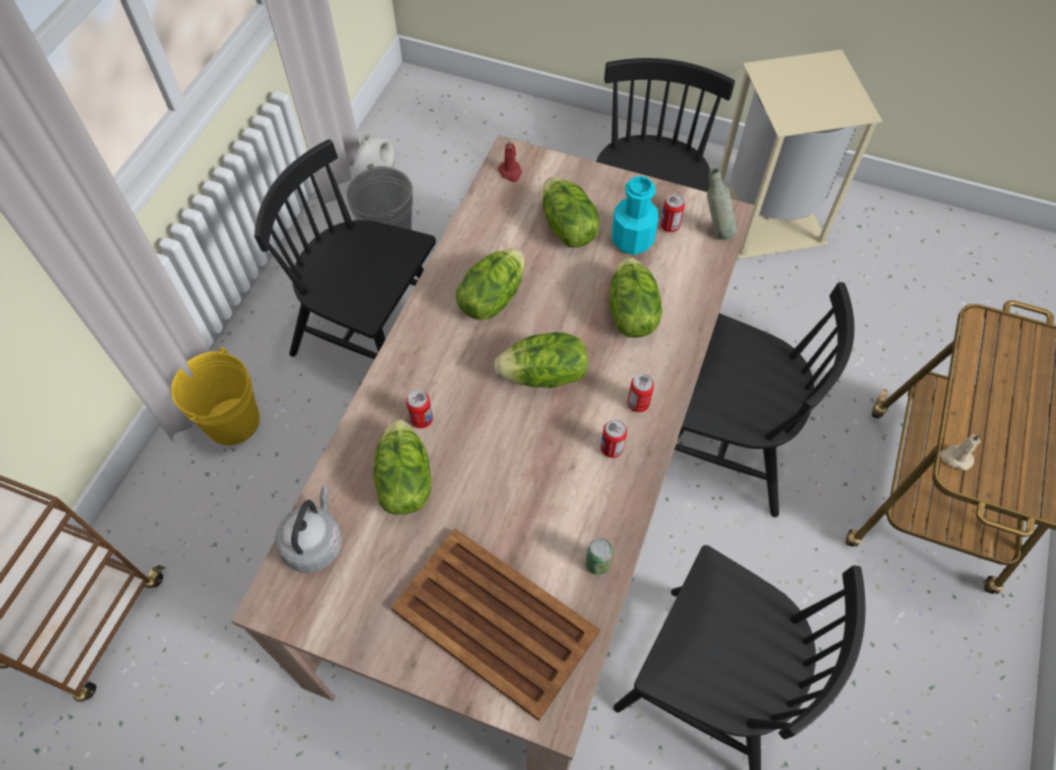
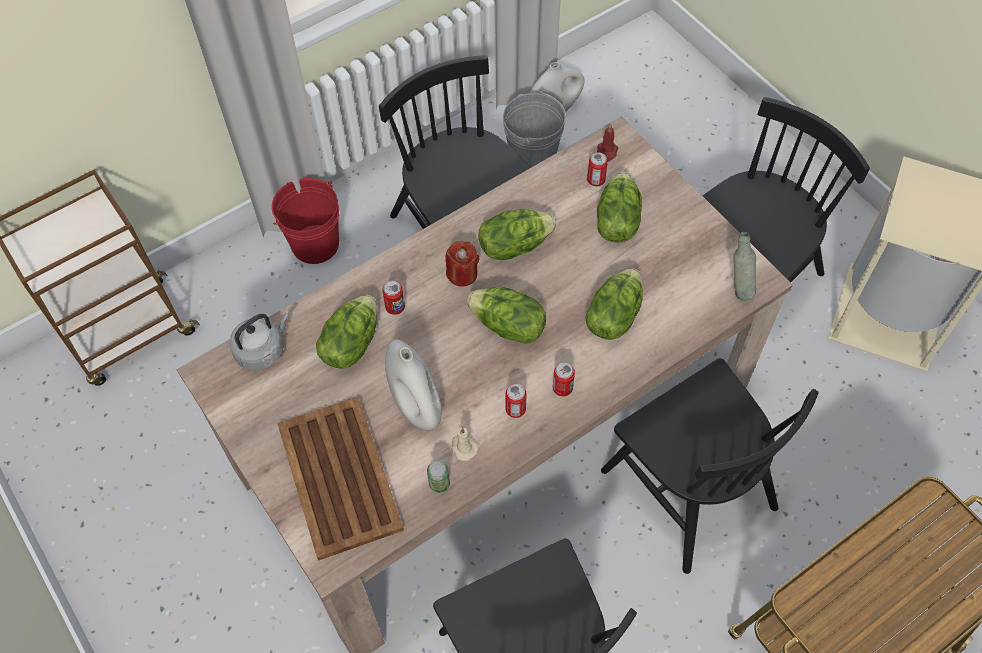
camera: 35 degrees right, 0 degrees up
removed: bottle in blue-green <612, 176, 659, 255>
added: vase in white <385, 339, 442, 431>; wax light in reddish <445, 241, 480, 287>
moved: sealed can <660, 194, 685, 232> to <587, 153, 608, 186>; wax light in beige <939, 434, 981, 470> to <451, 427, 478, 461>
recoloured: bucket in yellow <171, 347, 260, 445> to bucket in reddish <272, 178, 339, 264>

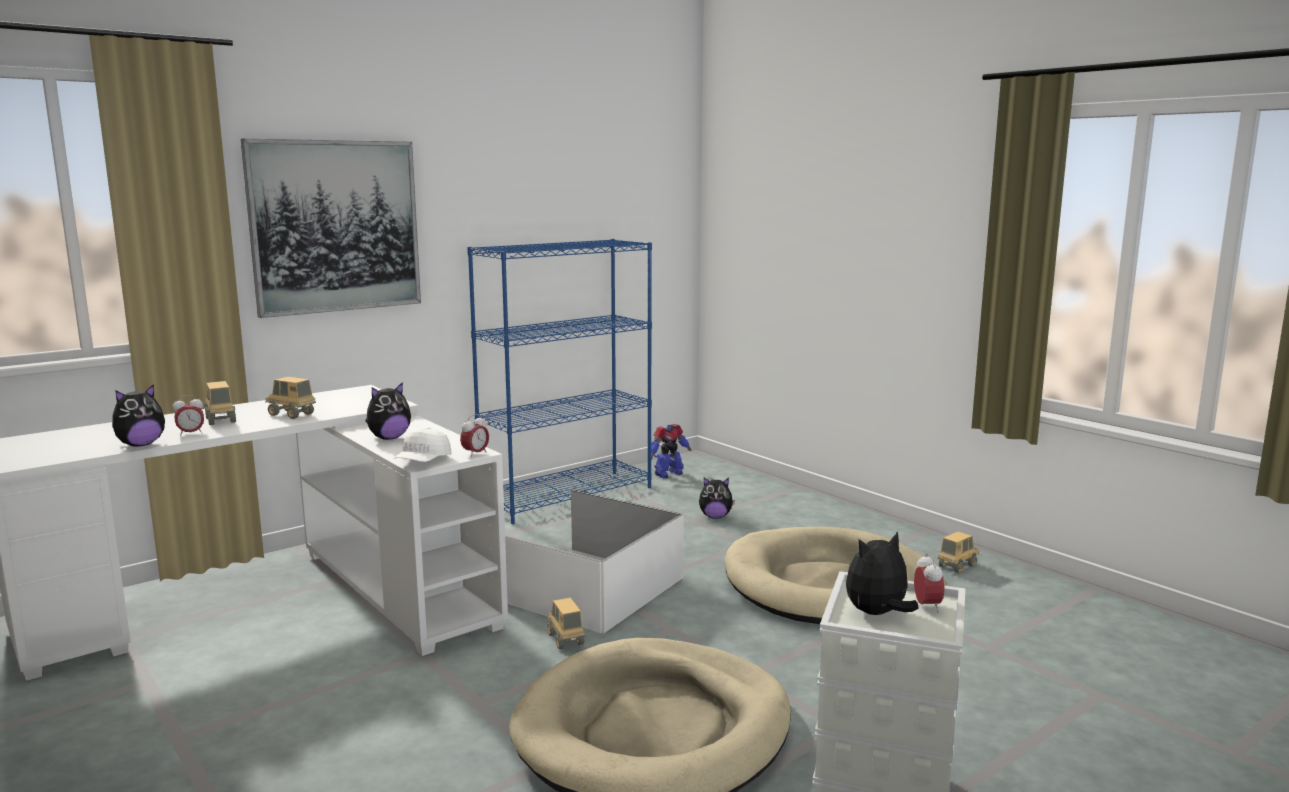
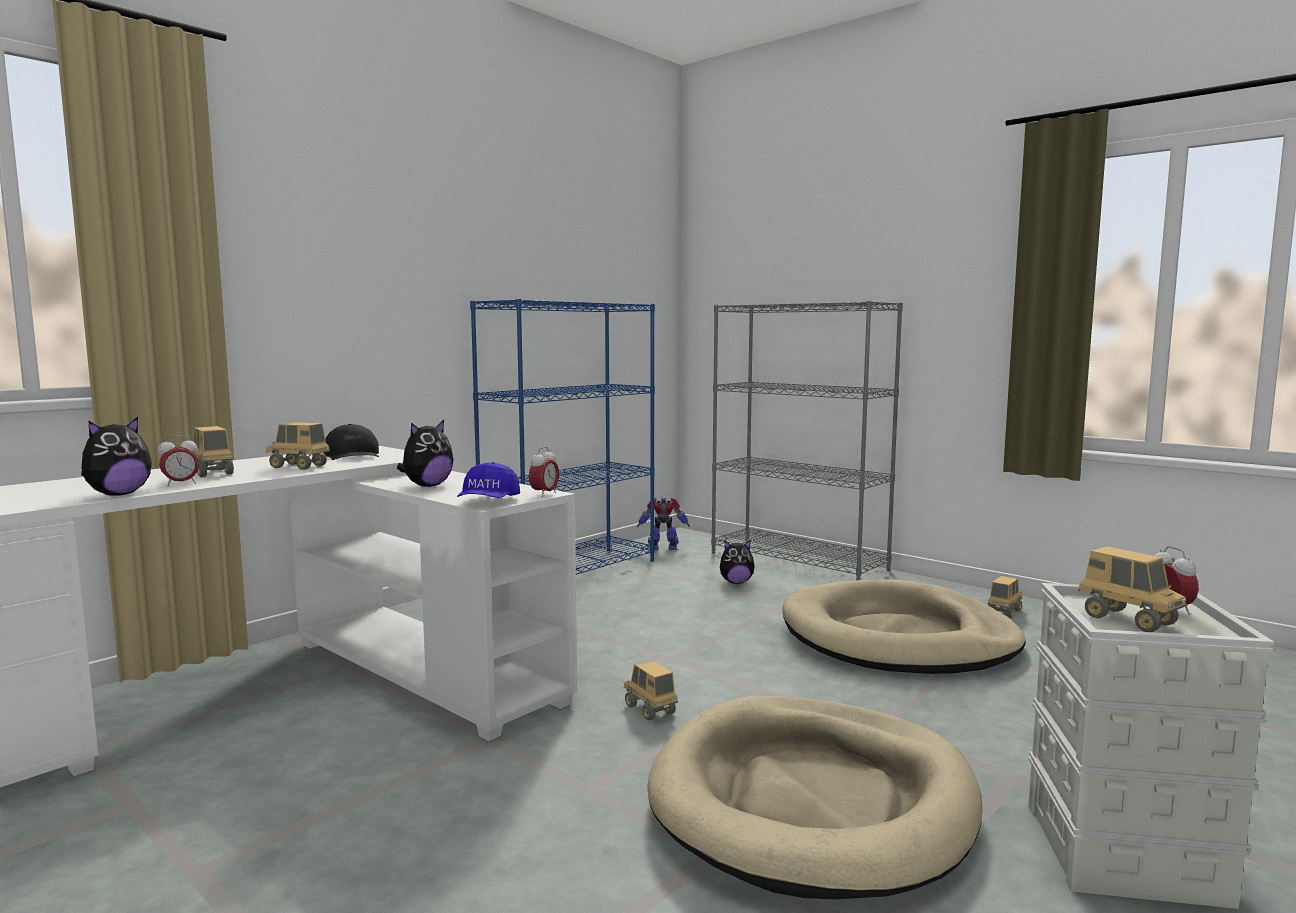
camera: 10 degrees left, 5 degrees down
removed: wall picture <241, 139, 421, 318>; storage box in white <505, 490, 684, 633>
added: cap in blackish <324, 424, 379, 460>; shelving unit in grey <711, 301, 903, 580>
replaced: cuddly toy <846, 531, 919, 615> to model truck <1078, 546, 1186, 632>
recoloured: cap in white <394, 428, 452, 462> to cap in blue-coloured <457, 462, 520, 498>
turned: robot figure <651, 424, 691, 478> = <637, 497, 690, 550> 135 degrees counterclockwise

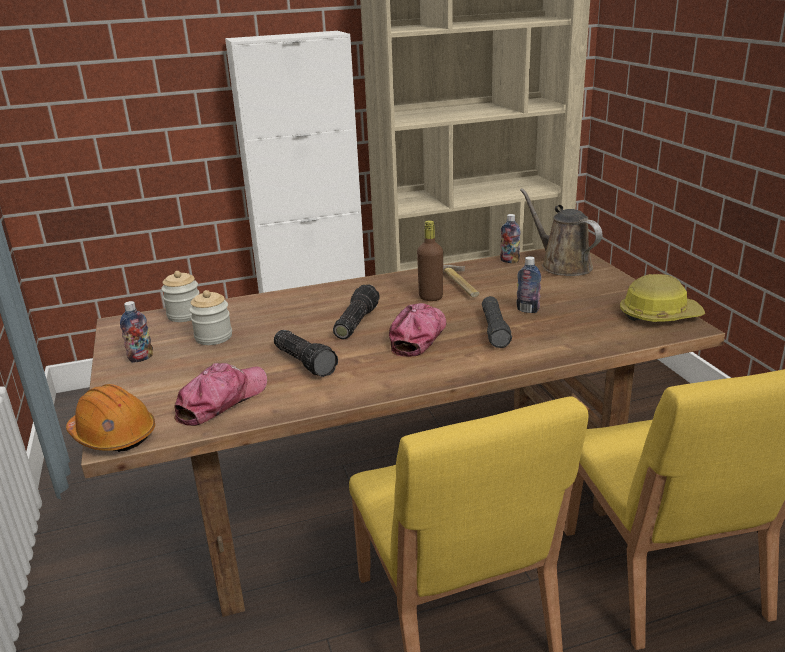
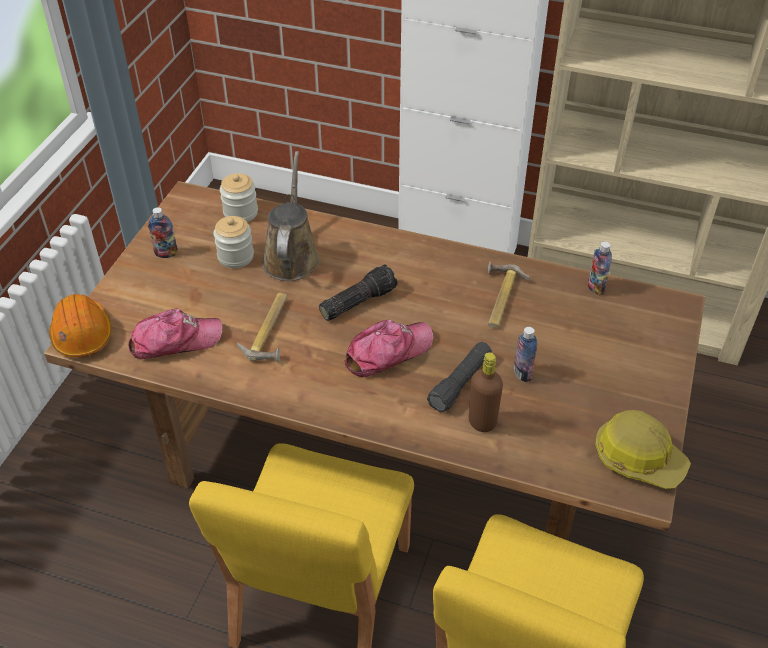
camera: 35 degrees right, 20 degrees up
moved: bottle in brown-coloured <417, 220, 443, 301> to <469, 352, 503, 432>; watering can in brown-coloured <520, 188, 602, 276> to <262, 151, 320, 281>
replaced: torch <274, 330, 338, 377> to hand hammer <237, 293, 287, 362>

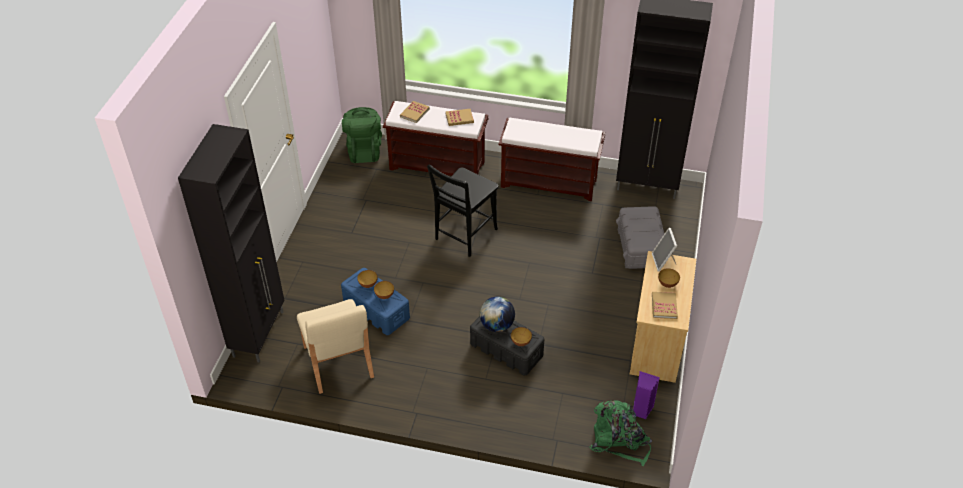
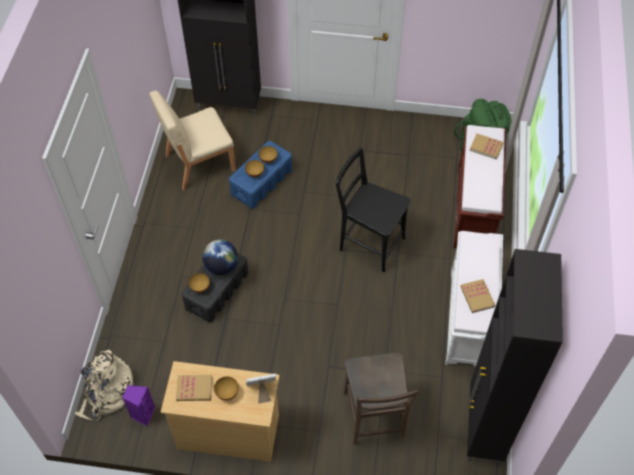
camera: 85 degrees right, 10 degrees up
moved: bound book <445, 109, 474, 126> to <460, 279, 495, 313>
replaced: storage box in grey <616, 206, 665, 269> to plain chair in brown-coloured <343, 352, 419, 445>
recoloured: long seat in brown-coloured <499, 118, 605, 201> to long seat in white <445, 231, 503, 367>; backpack in greenish <589, 400, 652, 467> to backpack in beige <75, 349, 133, 421>

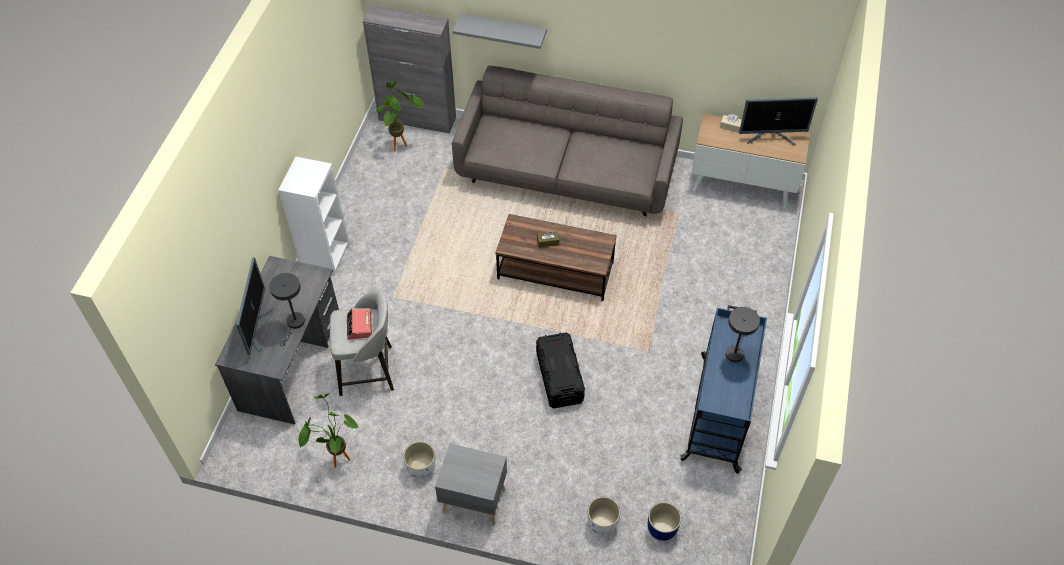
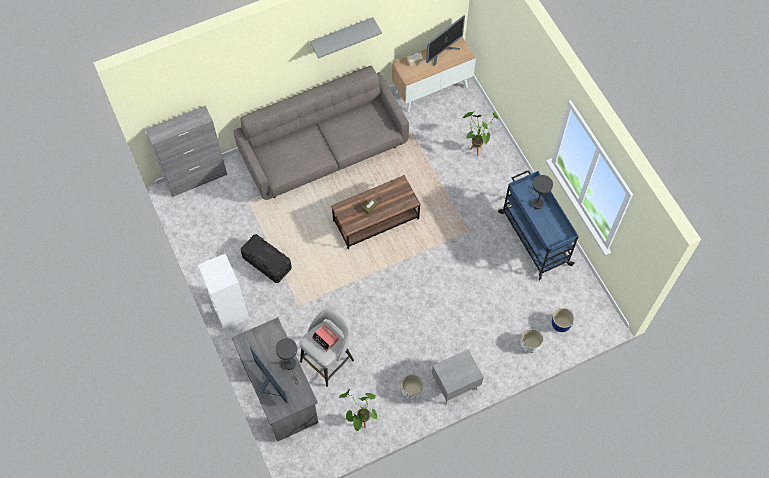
camera: 40 degrees left, 10 degrees up
moved: plant in a pot <376, 81, 424, 152> to <463, 111, 498, 156>; bracket shelf in grey <453, 14, 547, 49> to <310, 17, 382, 59>; storage box in blackish <536, 332, 585, 409> to <241, 234, 292, 283>

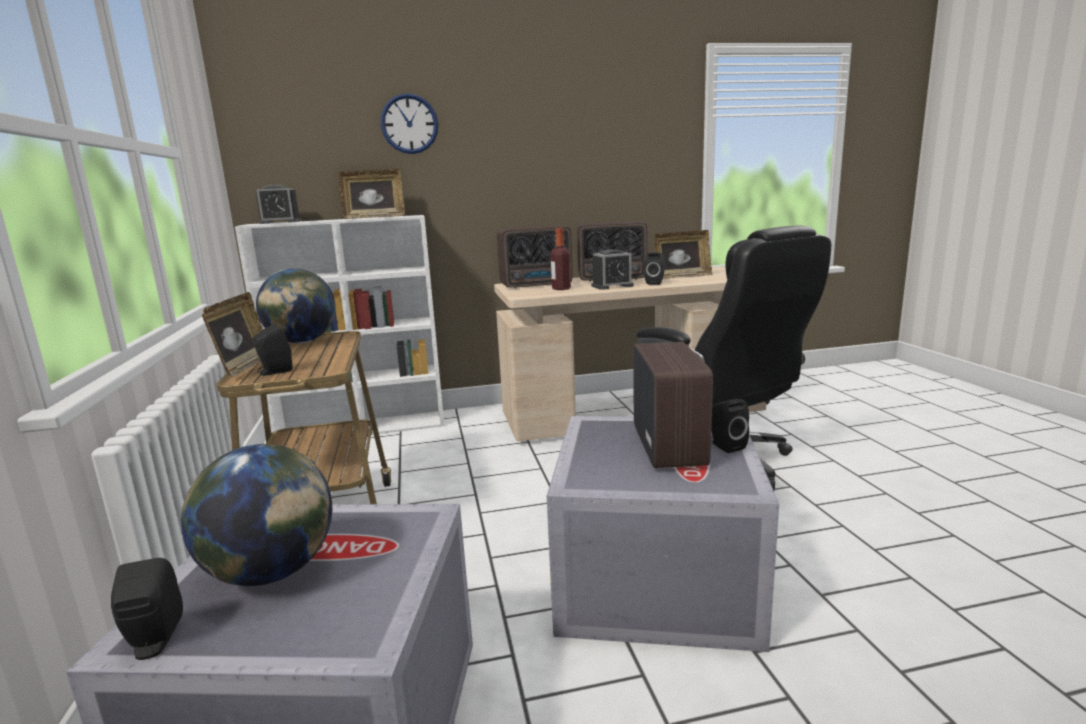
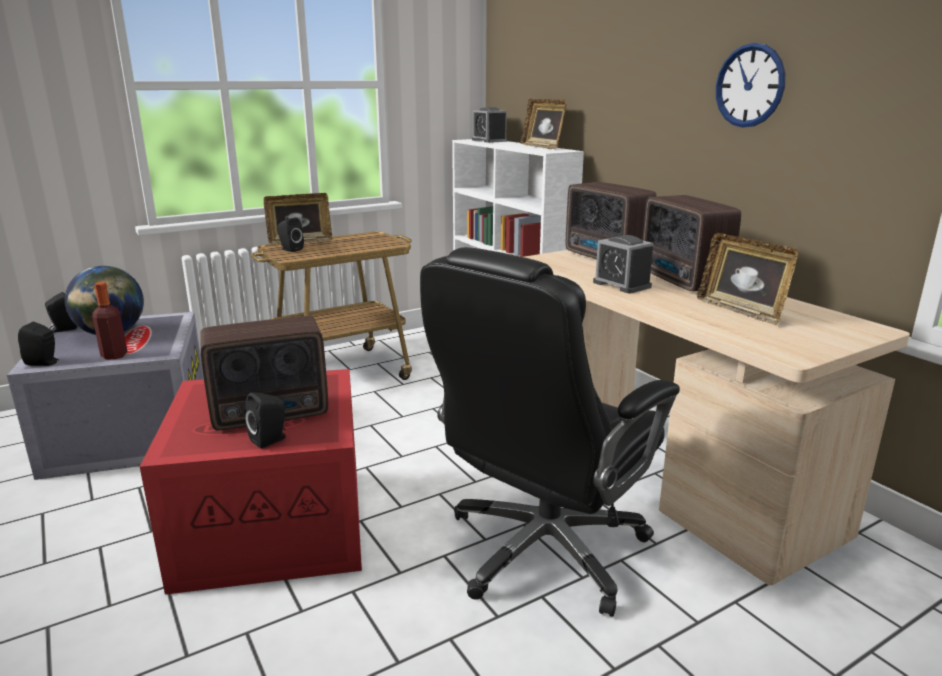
camera: 70 degrees right, 5 degrees up
removed: world globe <256, 268, 336, 344>
moved: wall clock <380, 93, 438, 154> to <716, 43, 785, 128>; bottle <551, 228, 571, 290> to <92, 282, 128, 360>; loudspeaker in blackish <644, 252, 665, 285> to <18, 322, 59, 366>
recoloured: storage box in grey <547, 416, 779, 652> to storage box in reddish <140, 369, 362, 594>

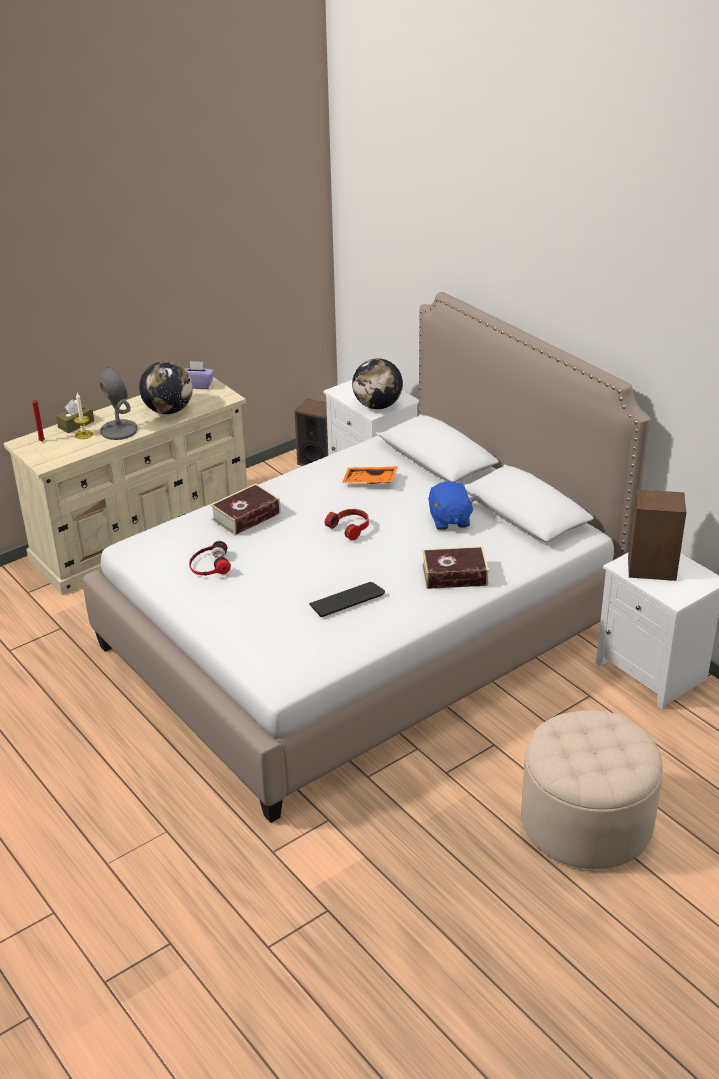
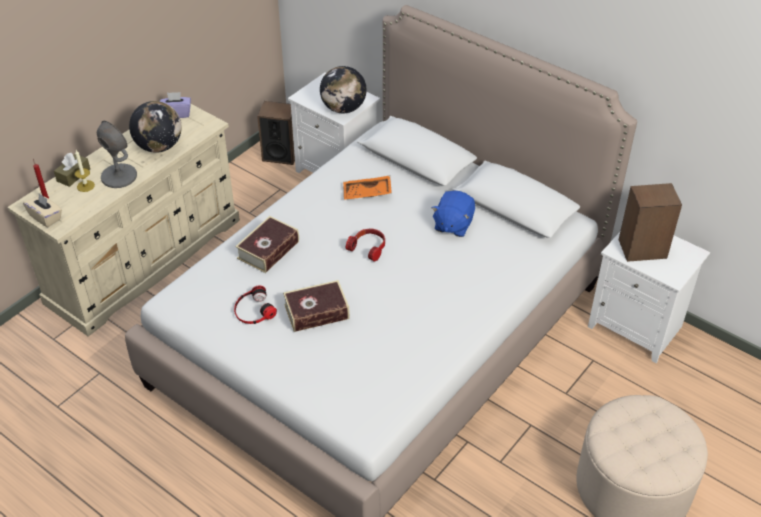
camera: 15 degrees left, 10 degrees up
removed: computer keyboard <309, 582, 385, 617>
added: tissue holder in beige <23, 193, 62, 227>
moved: bound book <422, 546, 489, 589> to <283, 280, 350, 332>
turned: cuddly toy in blue-coloured <428, 481, 475, 530> = <432, 190, 475, 237> 45 degrees clockwise

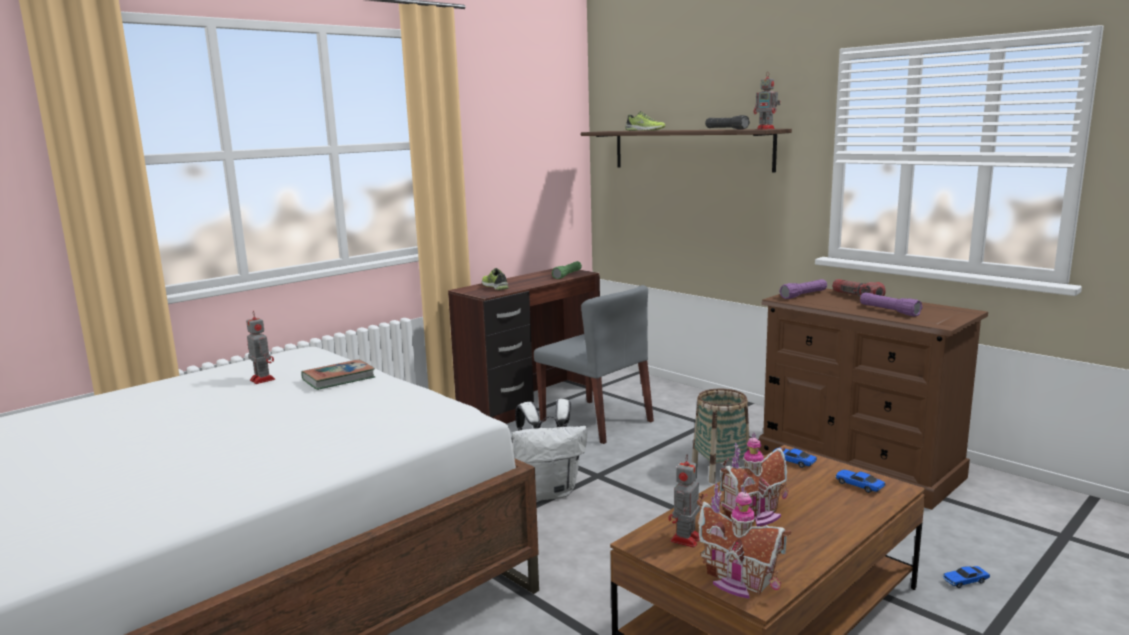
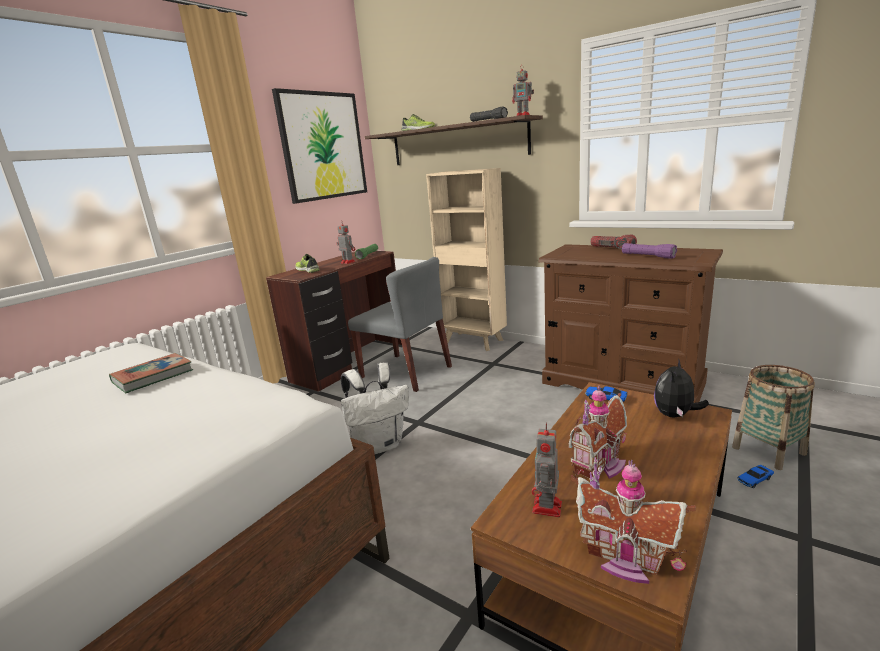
camera: 10 degrees left, 5 degrees up
removed: torch in purple-coloured <779, 279, 827, 299>
added: wall picture <272, 88, 367, 204>; shelving unit in beige <426, 168, 507, 351>
moved: robot figure <246, 311, 275, 384> to <337, 221, 355, 264>; household basket <692, 389, 750, 483> to <732, 365, 815, 470>
replaced: toy car <835, 470, 886, 493> to cuddly toy <654, 359, 709, 418>

